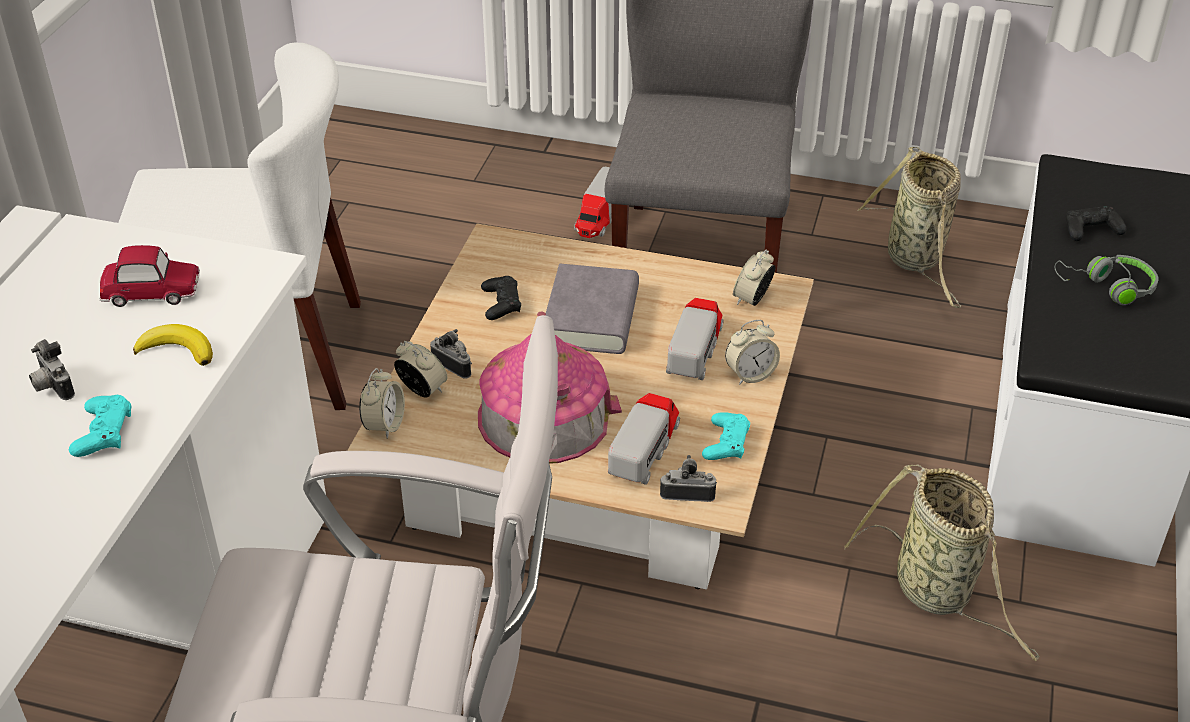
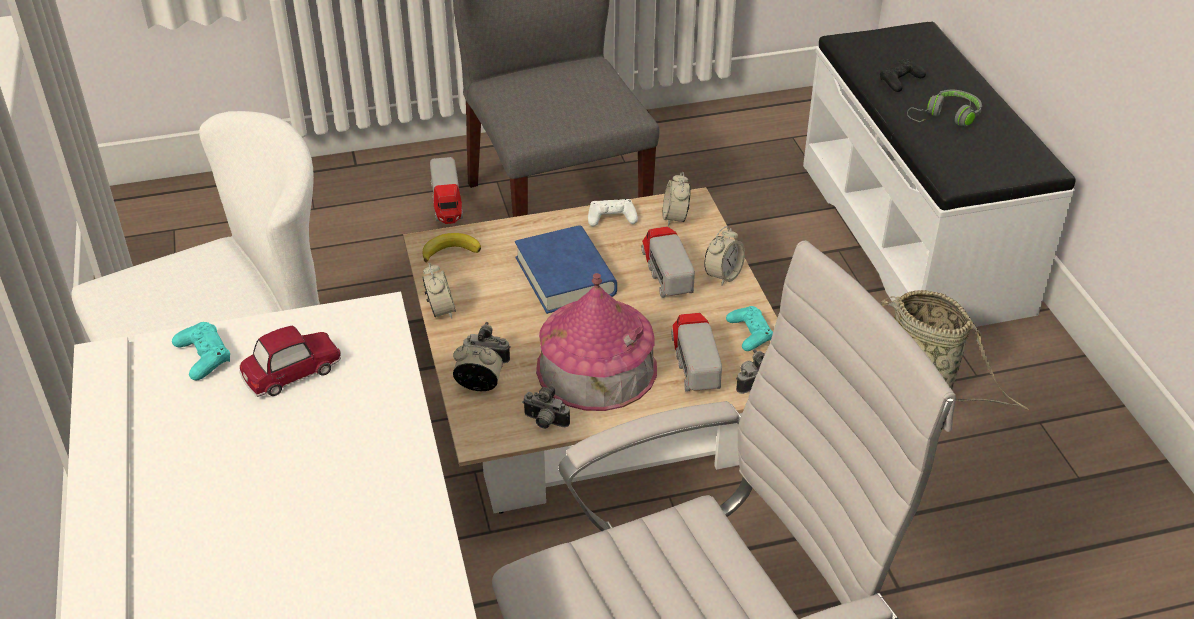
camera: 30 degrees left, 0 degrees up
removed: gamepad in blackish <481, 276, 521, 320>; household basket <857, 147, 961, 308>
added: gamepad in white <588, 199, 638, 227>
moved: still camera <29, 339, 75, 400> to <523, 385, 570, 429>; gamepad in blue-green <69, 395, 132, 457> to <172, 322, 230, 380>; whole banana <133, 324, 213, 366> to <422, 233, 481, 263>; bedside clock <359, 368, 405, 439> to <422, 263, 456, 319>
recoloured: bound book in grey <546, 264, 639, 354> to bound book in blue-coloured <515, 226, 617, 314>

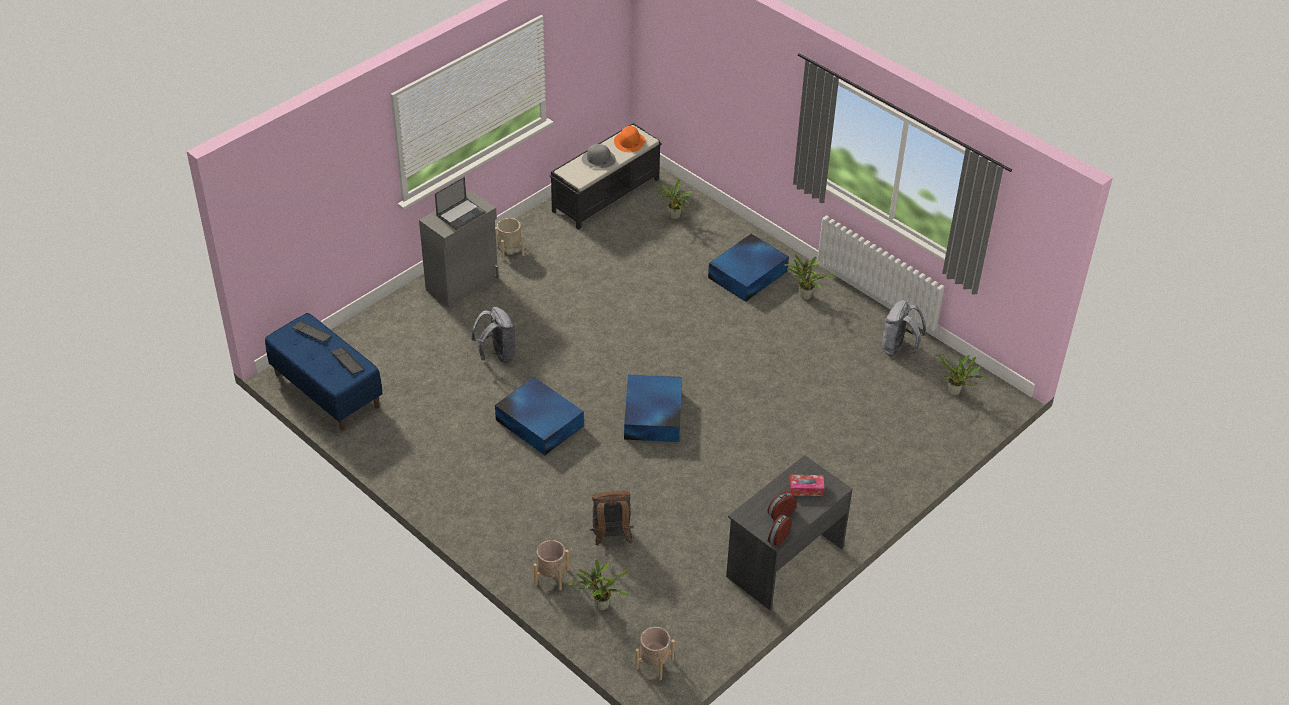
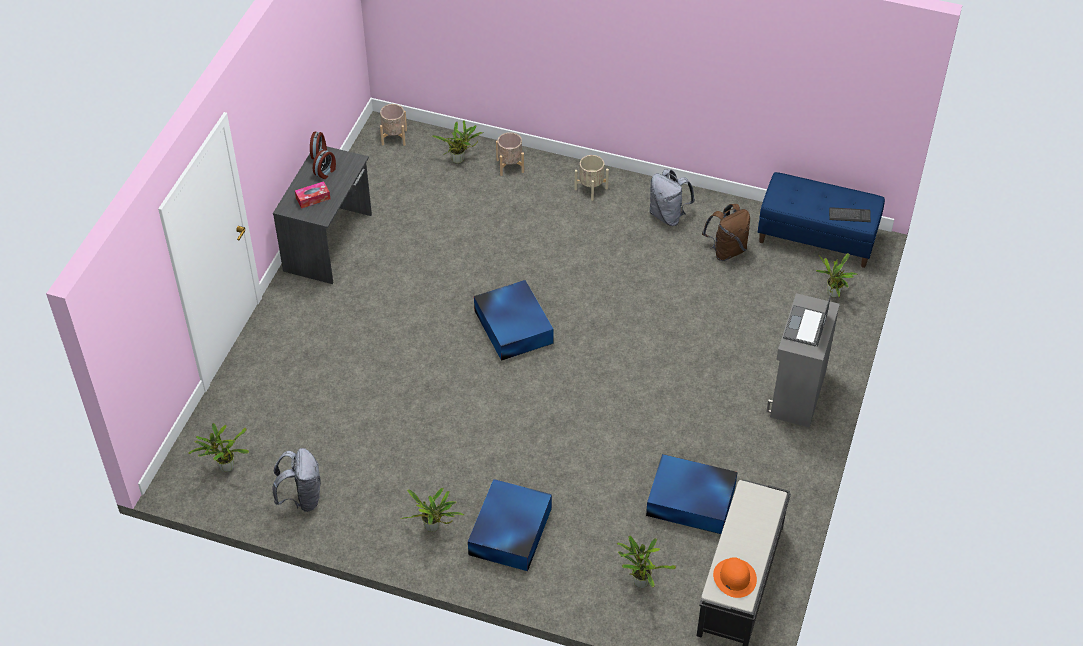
camera: 155 degrees right, 5 degrees up
removed: computer keyboard <331, 347, 365, 375>; clothing hat in grey <582, 144, 616, 168>
added: plant in a pot <816, 253, 858, 298>
moved: backpack in grey <471, 307, 516, 363> to <650, 169, 695, 226>; planter in beige <495, 218, 525, 261> to <574, 155, 609, 201>; storage box in blue-coloured <495, 377, 584, 455> to <646, 454, 738, 534>; backpack in brown-coloured <590, 491, 633, 545> to <702, 204, 750, 261>

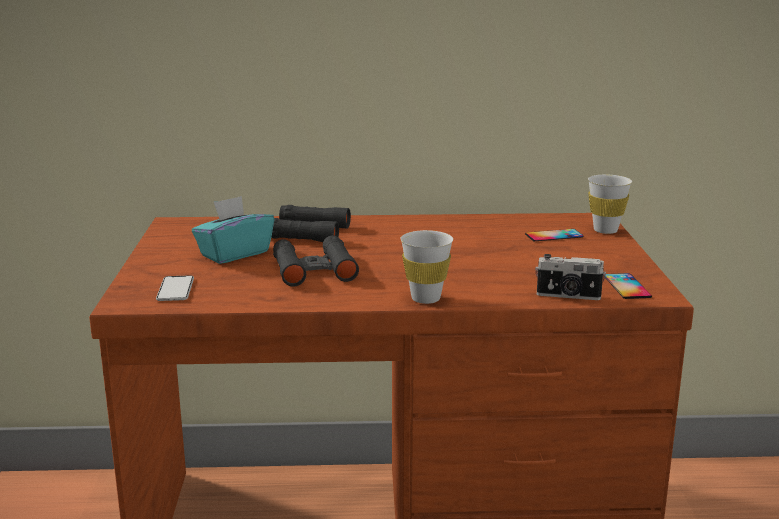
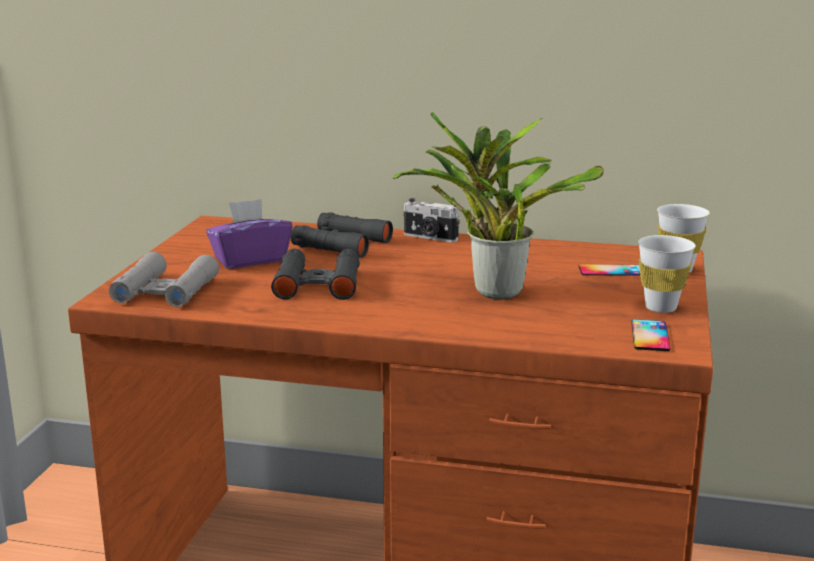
camera: 15 degrees right, 0 degrees up
added: plant in a pot <391, 112, 604, 299>
moved: small cup in white <400, 230, 453, 304> to <638, 235, 696, 313>; still camera <535, 254, 606, 300> to <403, 198, 460, 243>
replaced: phone <156, 275, 194, 301> to field glasses in grey <109, 252, 219, 307>
recoloured: tissue holder in blue-green <192, 196, 274, 264> to tissue holder in purple-coloured <206, 199, 293, 269>

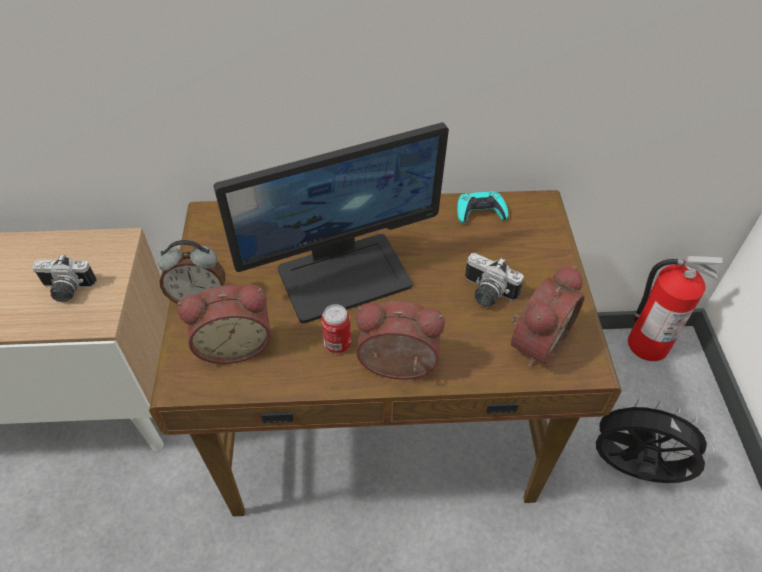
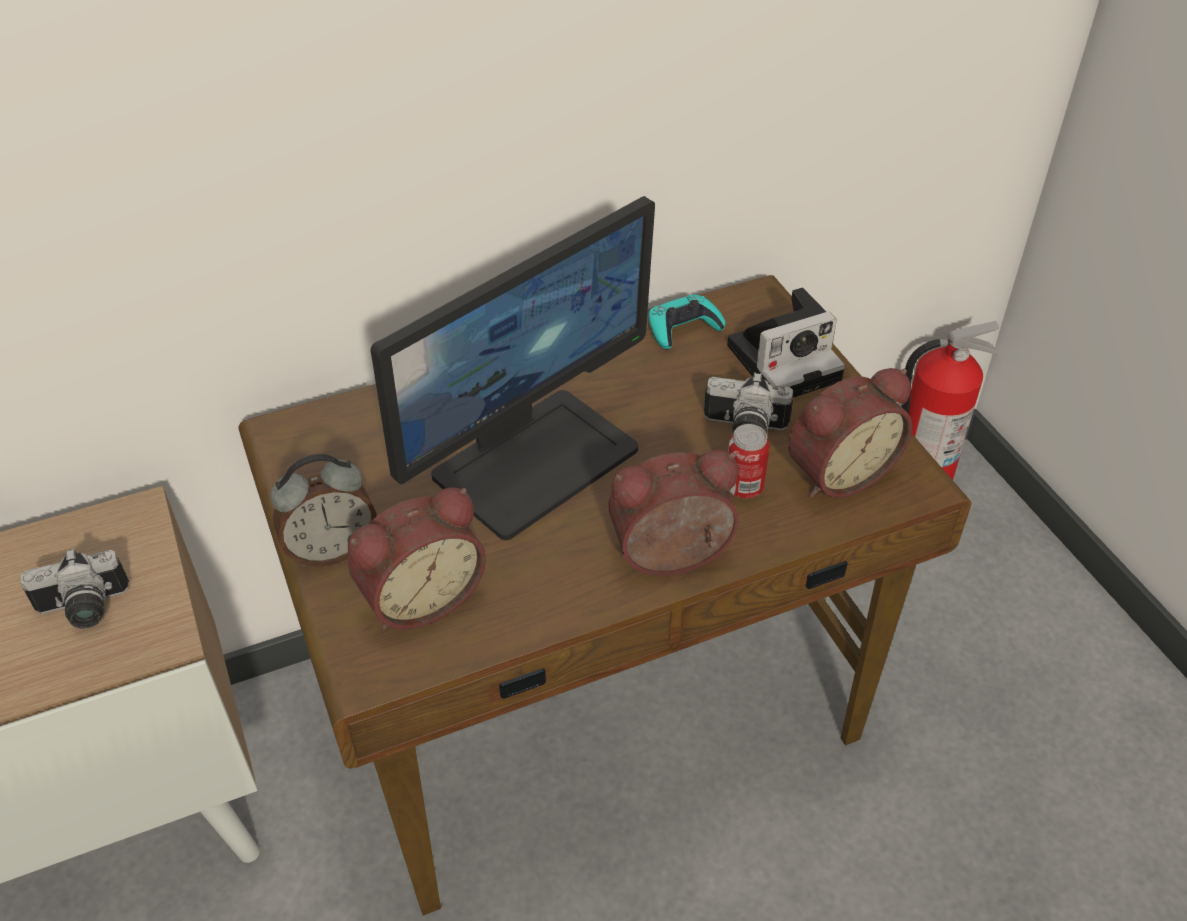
camera: 20 degrees left, 5 degrees down
removed: fan in blackish <592, 398, 715, 483>
added: still camera <727, 288, 845, 398>
moved: sealed can <321, 304, 351, 353> to <728, 424, 770, 498>
turned: bedside clock <511, 266, 585, 367> = <788, 368, 912, 498> 45 degrees clockwise

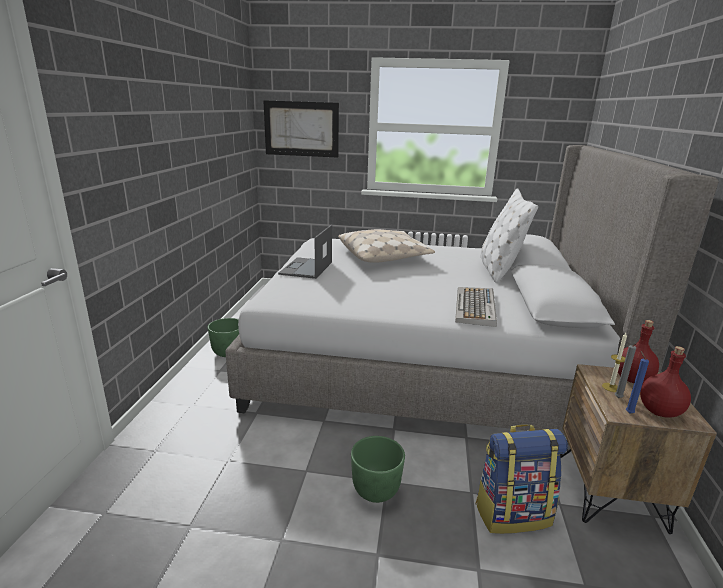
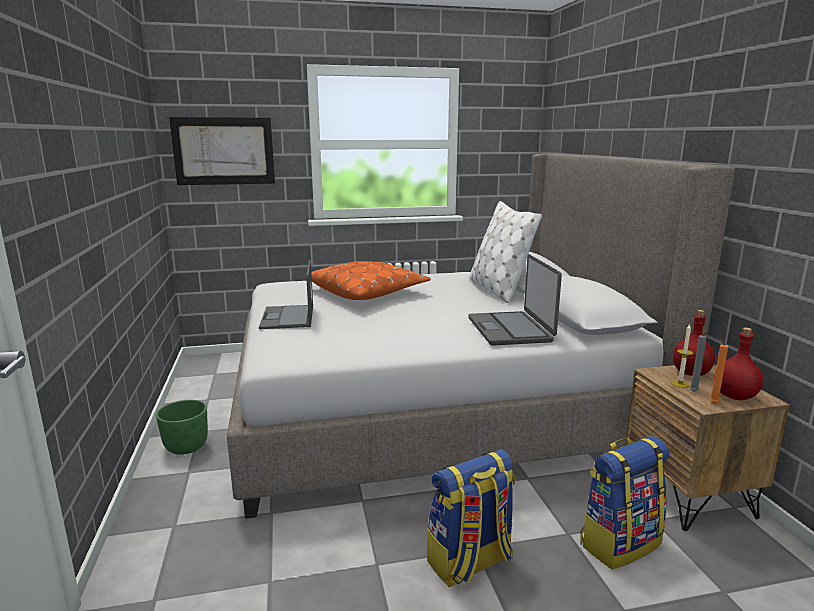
camera: 20 degrees left, 5 degrees down
replaced: planter in greenish <351, 436, 405, 503> to backpack <427, 450, 516, 587>; computer keyboard <455, 287, 497, 327> to notebook computer <468, 254, 562, 346>
recoloured: throw pillow in beige <338, 229, 435, 263> to throw pillow in orangey <311, 261, 431, 300>; wax light in blue-coloured <626, 350, 649, 414> to wax light in orangey <710, 337, 728, 404>

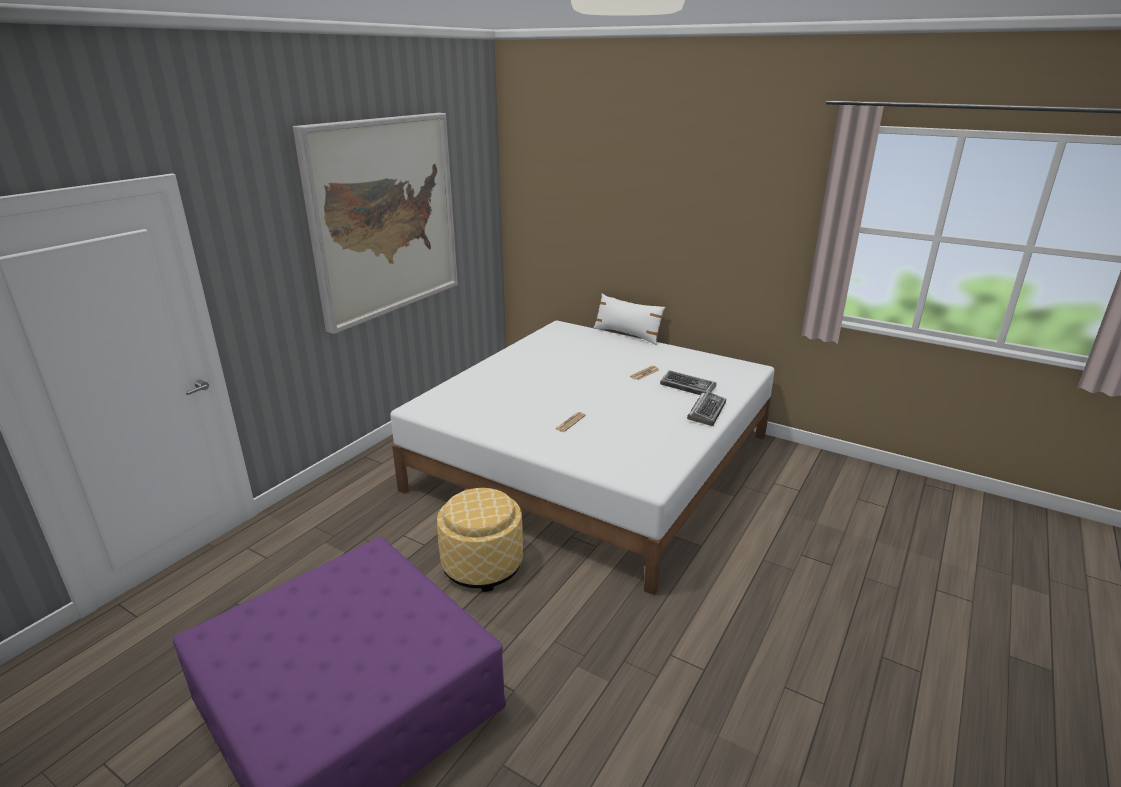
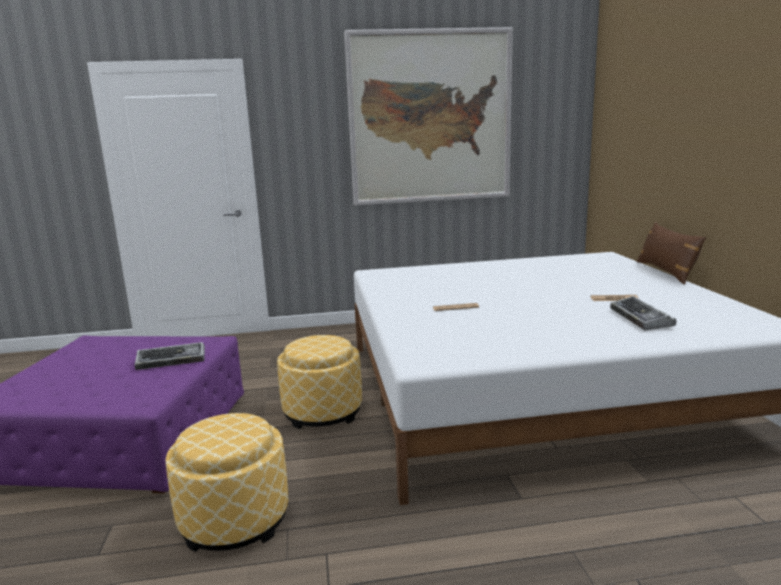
camera: 50 degrees right, 10 degrees down
added: pouffe <166, 413, 288, 552>
moved: computer keyboard <687, 391, 726, 426> to <135, 342, 205, 370>
recoloured: throw pillow in white <593, 294, 665, 345> to throw pillow in brown-coloured <637, 222, 706, 284>

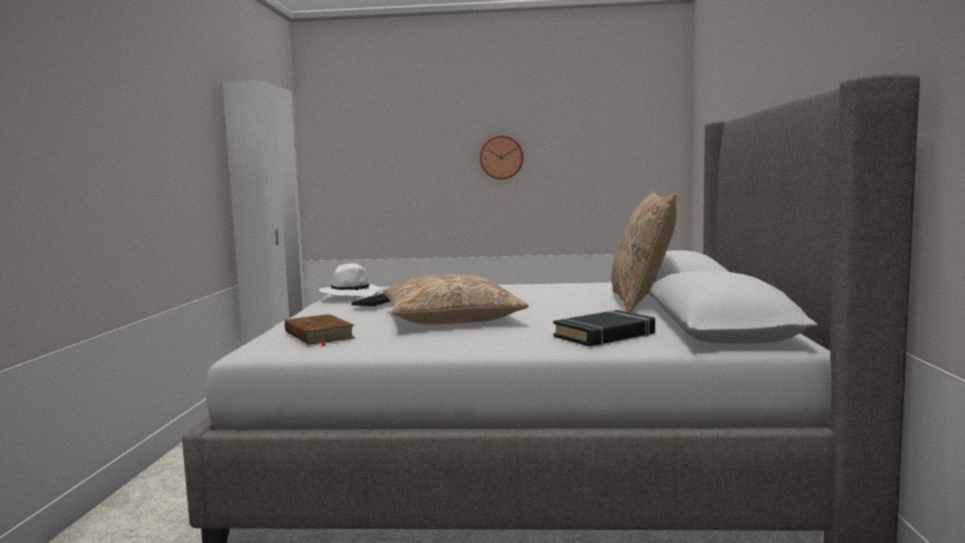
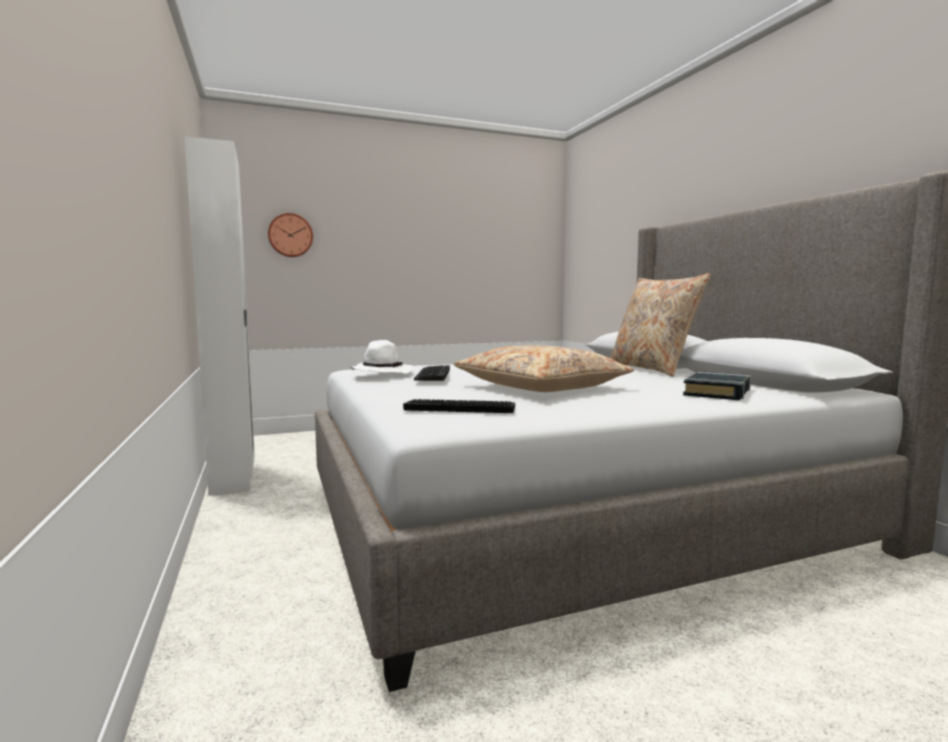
camera: 25 degrees left, 0 degrees up
moved: wall clock <480, 135, 523, 180> to <268, 213, 313, 257>
replaced: bound book in brown-coloured <285, 314, 355, 346> to computer keyboard <403, 399, 515, 413>

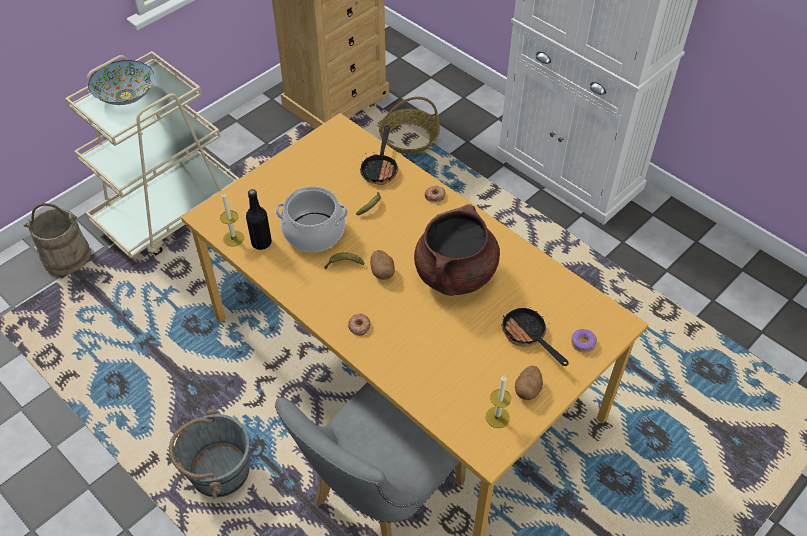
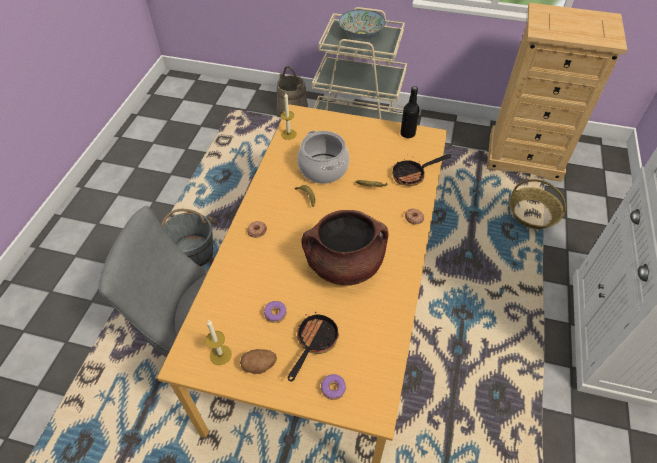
camera: 60 degrees right, 0 degrees up
removed: potato <370, 250, 395, 280>
added: donut <264, 301, 287, 323>
moved: bottle in blackish <246, 189, 272, 250> to <400, 86, 419, 138>

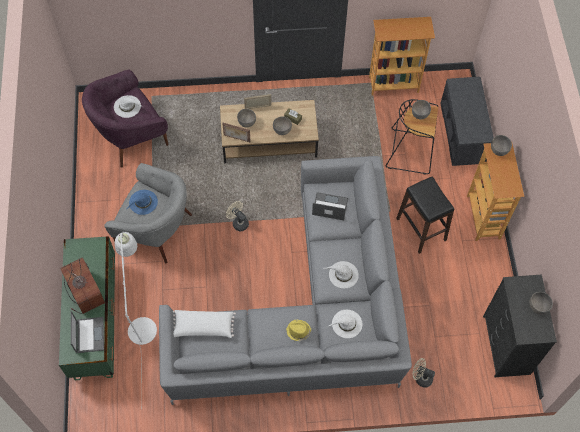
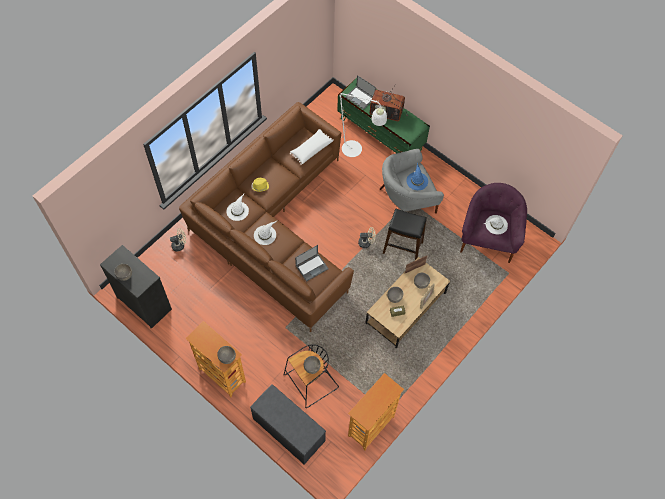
camera: 135 degrees right, 0 degrees up
moved: stool seat in blackish <396, 176, 454, 254> to <383, 209, 427, 260>
recoloured: sofa in grey <159, 156, 412, 405> to sofa in brown-coloured <179, 102, 354, 332>

